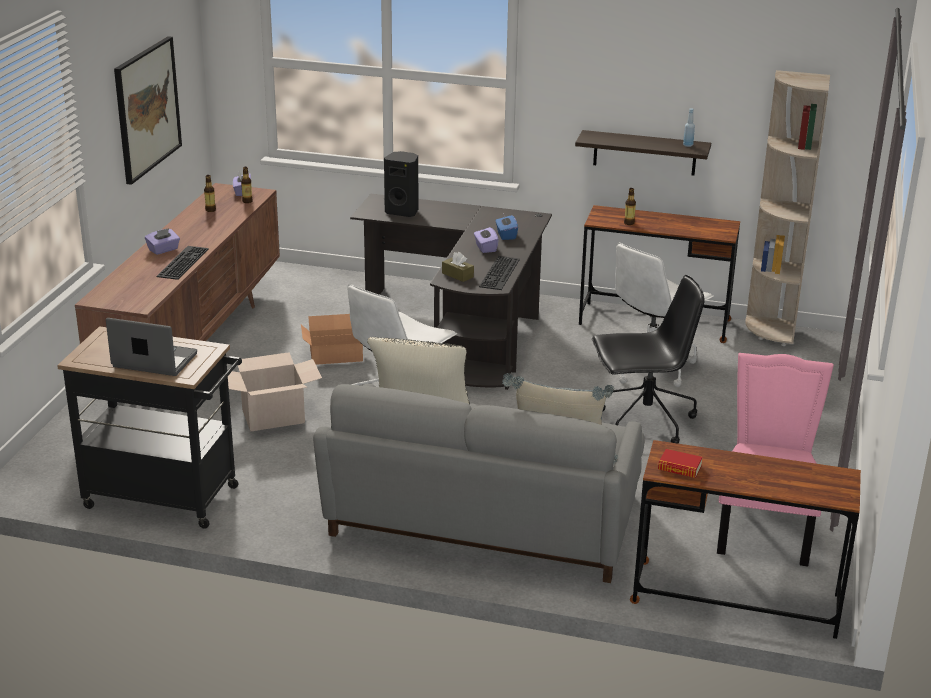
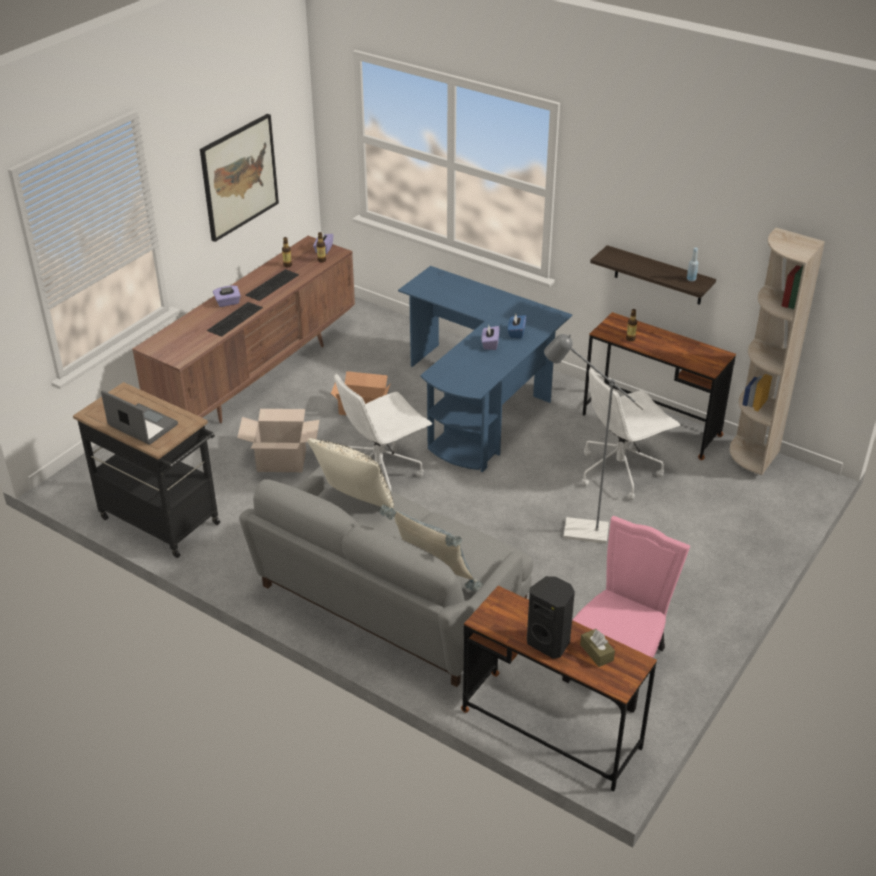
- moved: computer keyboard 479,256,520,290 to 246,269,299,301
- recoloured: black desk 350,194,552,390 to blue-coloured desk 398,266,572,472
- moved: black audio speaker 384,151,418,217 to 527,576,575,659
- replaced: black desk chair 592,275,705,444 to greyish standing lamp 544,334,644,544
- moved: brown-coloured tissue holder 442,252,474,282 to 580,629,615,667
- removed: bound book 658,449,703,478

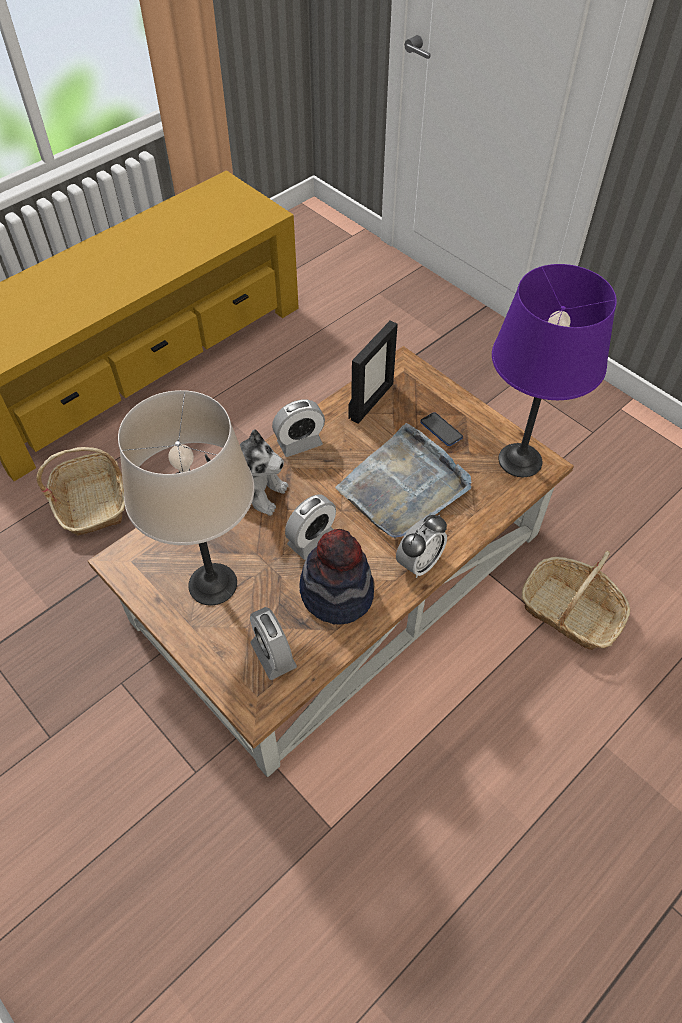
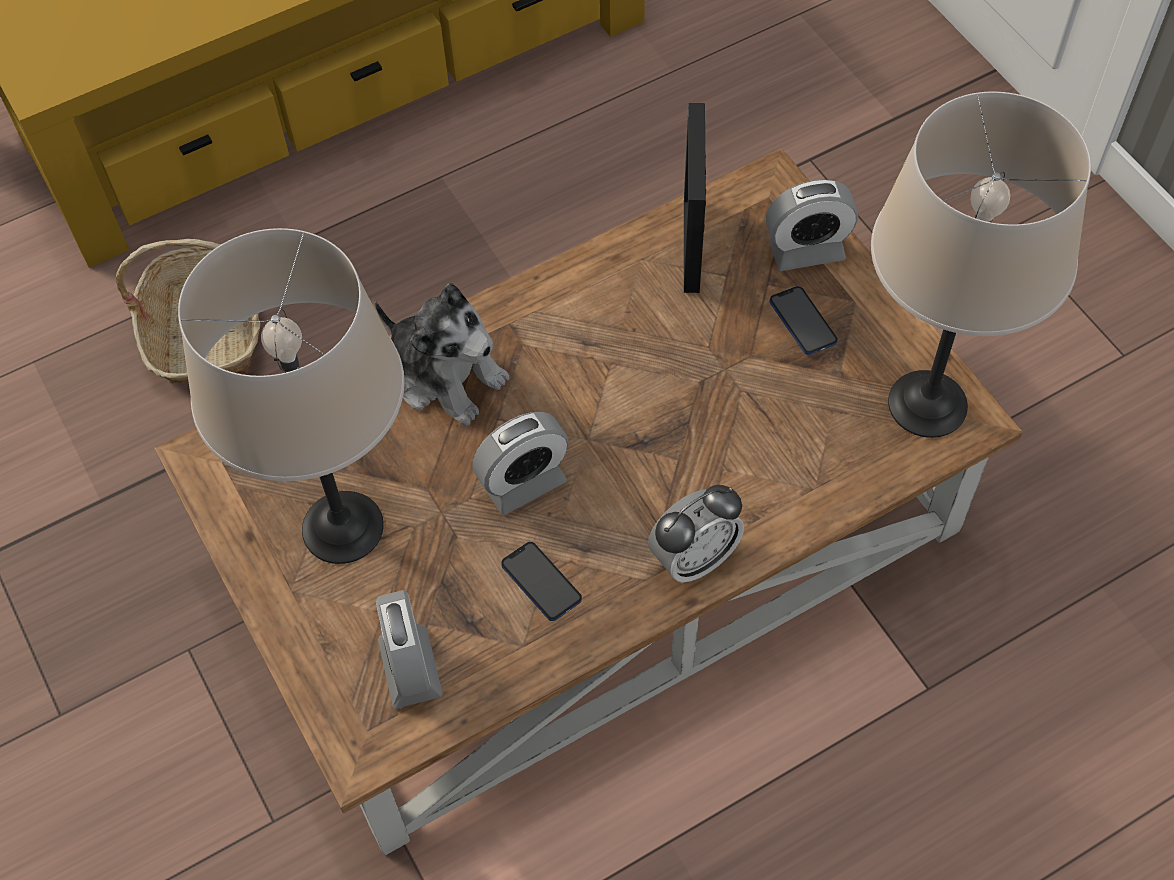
- replaced: clothing hat 299,529,375,625 to telephone 501,542,582,621
- turned: picture frame 348,321,398,424 = 684,103,706,293 135 degrees clockwise
- moved: table clock 272,400,325,457 to 766,179,858,271
- recoloured: purple-coloured table lamp 492,264,617,477 to beige table lamp 871,92,1091,438
- removed: greyish carrying tray 335,423,472,538
- removed: storage basket 521,551,630,650

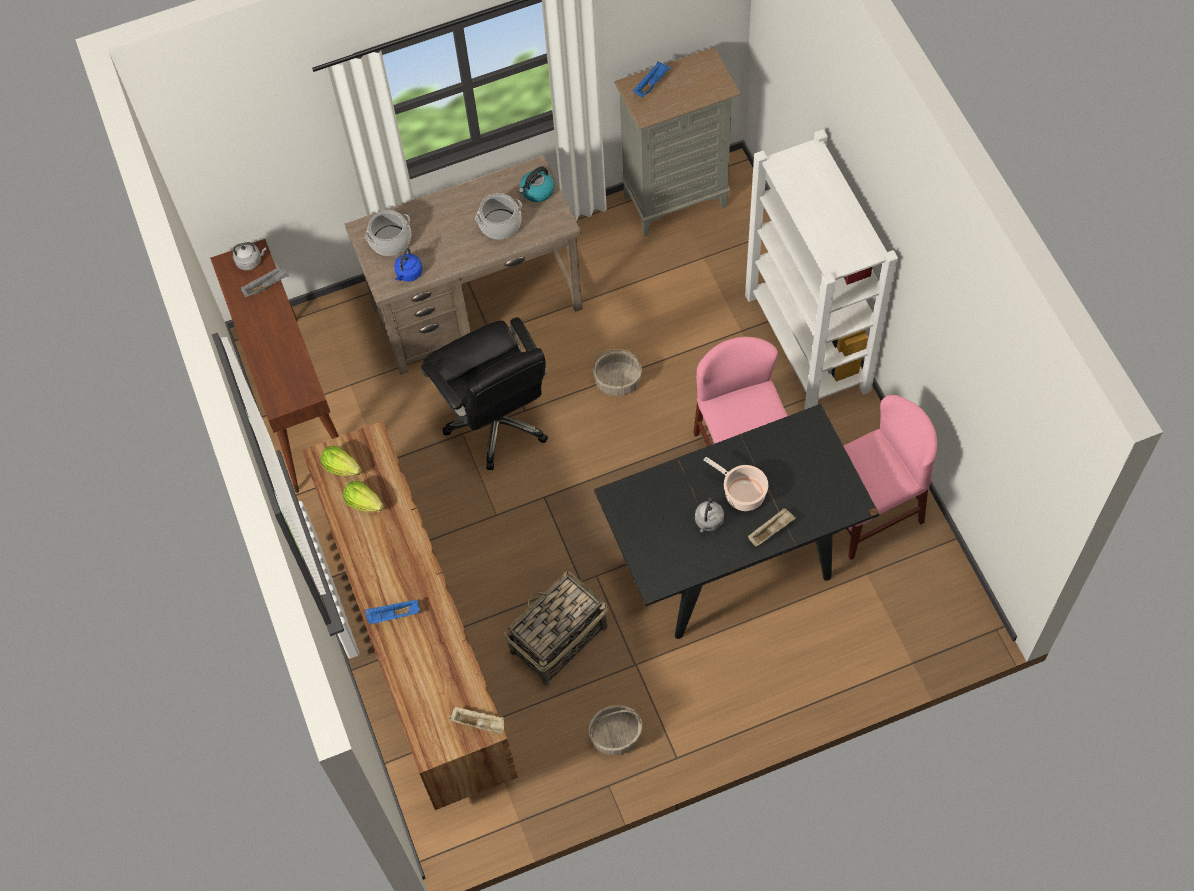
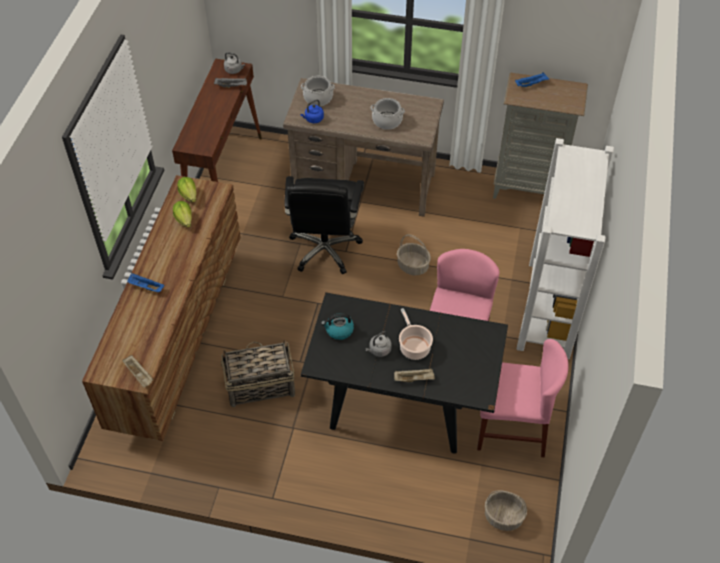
- moved: water kettle 519,166,555,202 to 321,313,354,340
- moved: storage basket 588,705,643,755 to 485,490,527,531

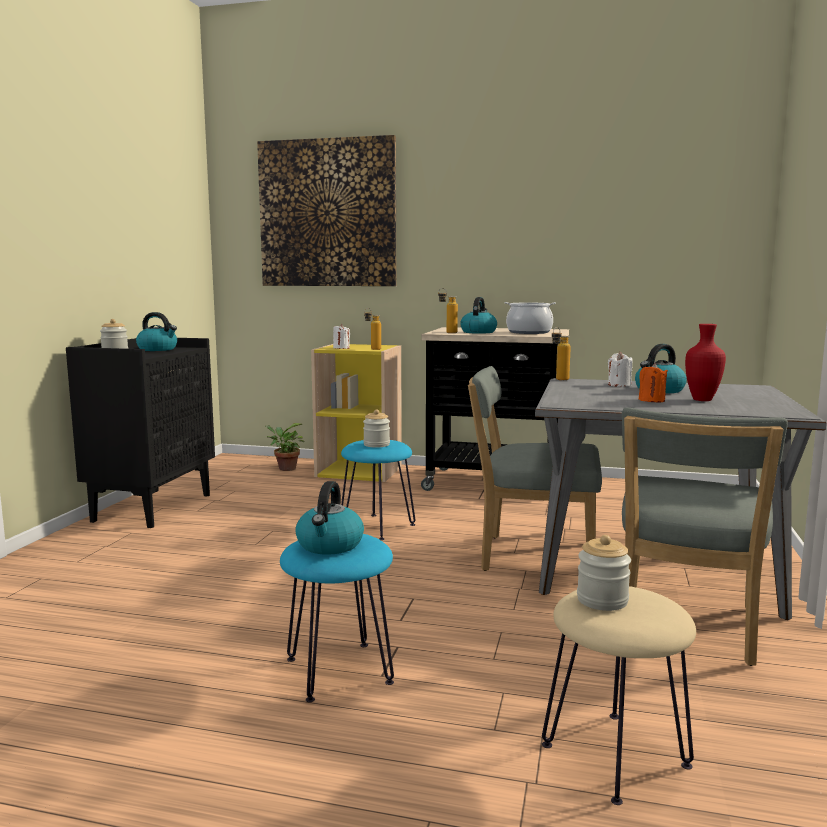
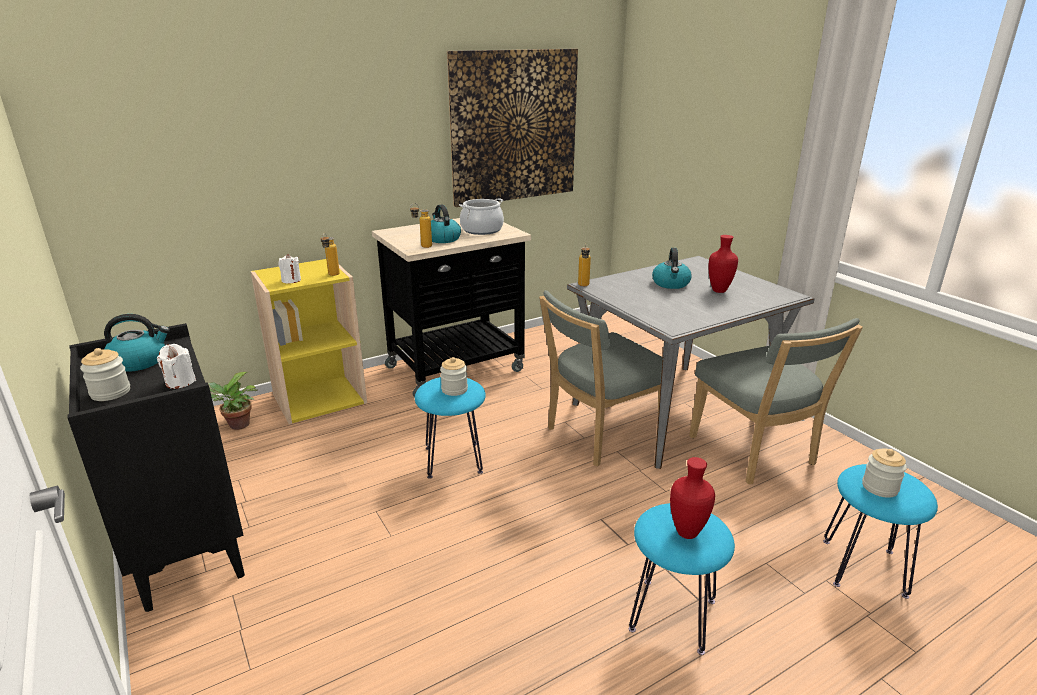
- moved: white wax light 608,352,633,387 to 157,344,196,389
- moved: wall art 257,135,396,286 to 447,49,578,207
- replaced: water kettle 295,481,364,555 to red vase 670,457,715,539
- recoloured: beige sitting stool 542,586,696,805 to blue-green sitting stool 823,464,938,599
- removed: orange-coloured wax light 639,363,668,402

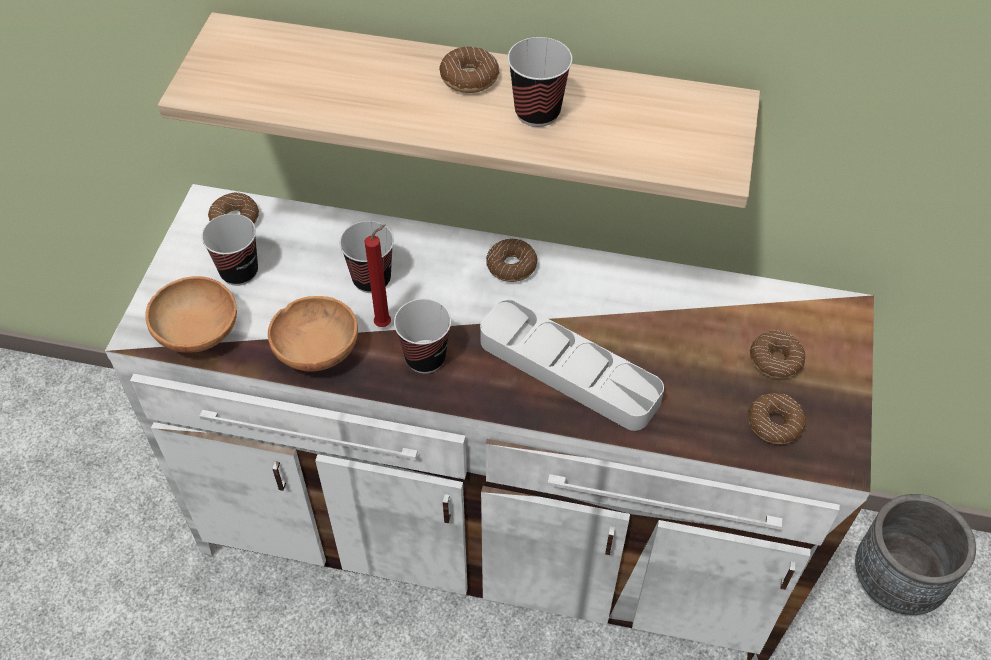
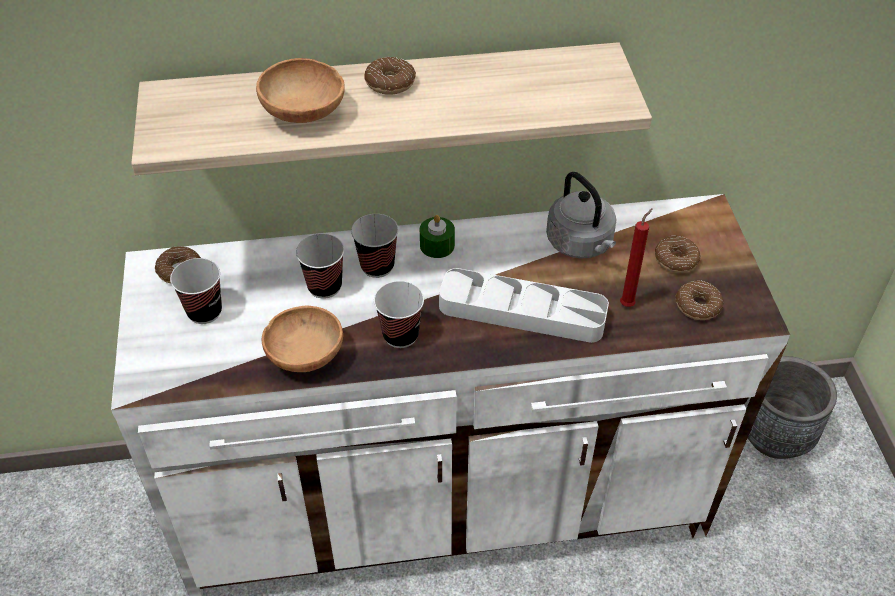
- moved: brown-coloured serving bowl 145,276,237,353 to 256,58,345,123
- moved: drinking cup 508,37,572,127 to 351,214,399,278
- replaced: donut 486,238,538,282 to green-coloured wax light 420,215,455,258
- added: greyish water kettle 546,172,616,258
- moved: red wax light 365,225,391,327 to 620,208,652,307

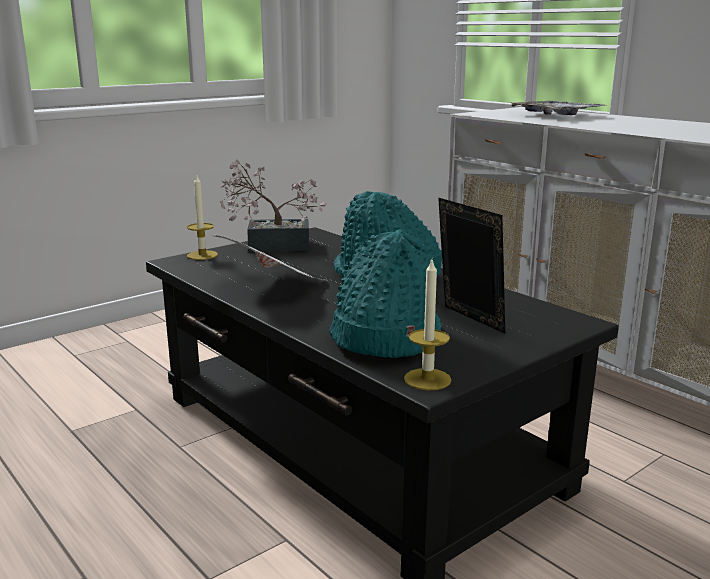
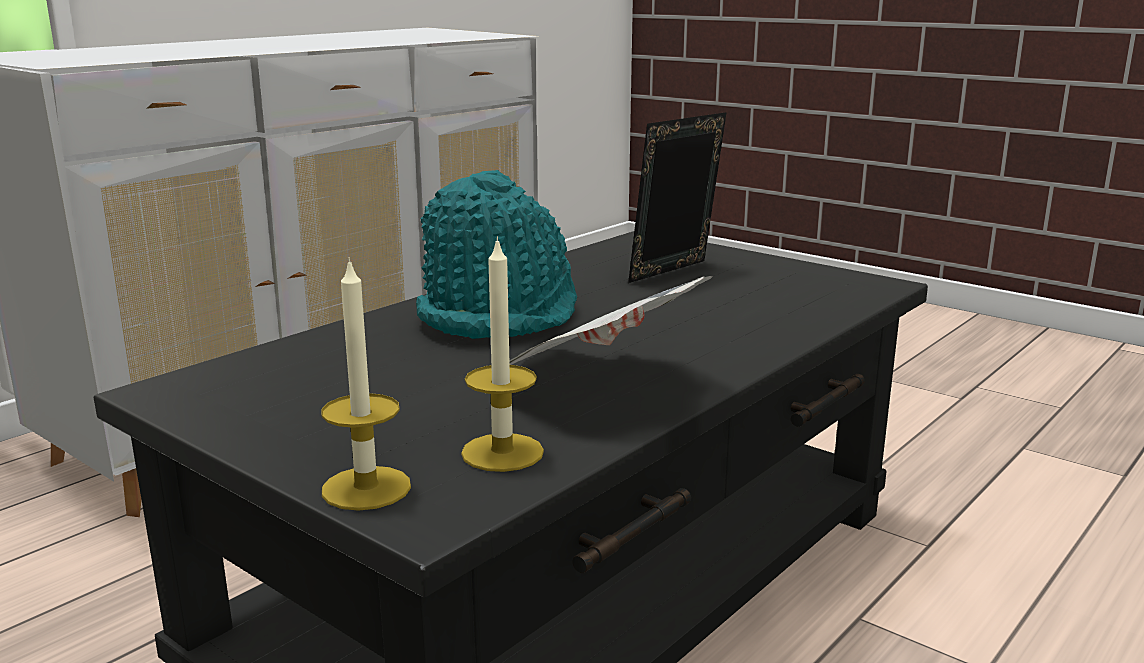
- moved: wax light 404,260,452,390 to 461,236,544,472
- removed: potted plant 220,160,327,252
- removed: blue-green clothing hat 329,229,441,358
- removed: carrying tray 509,101,606,115

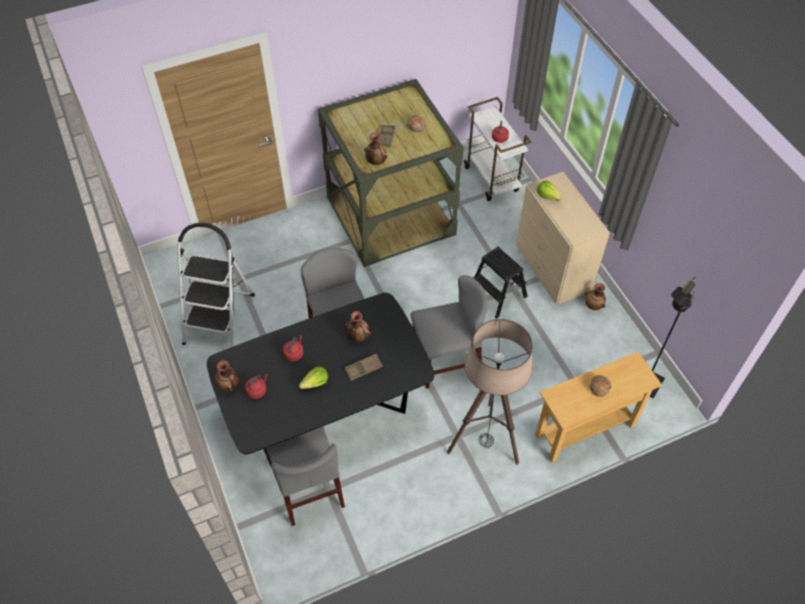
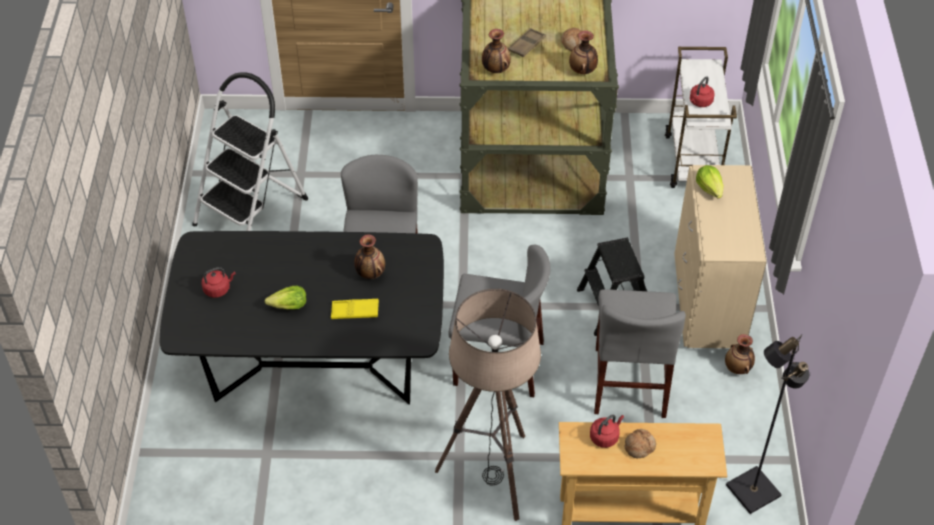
- recoloured: brown-coloured carrying tray 345,354,383,381 to yellow carrying tray 331,299,379,319
- moved: vase 215,360,240,392 to 569,30,598,74
- moved: red water kettle 283,335,304,361 to 590,415,624,448
- moved: greyish chair 266,426,345,526 to 594,289,686,418

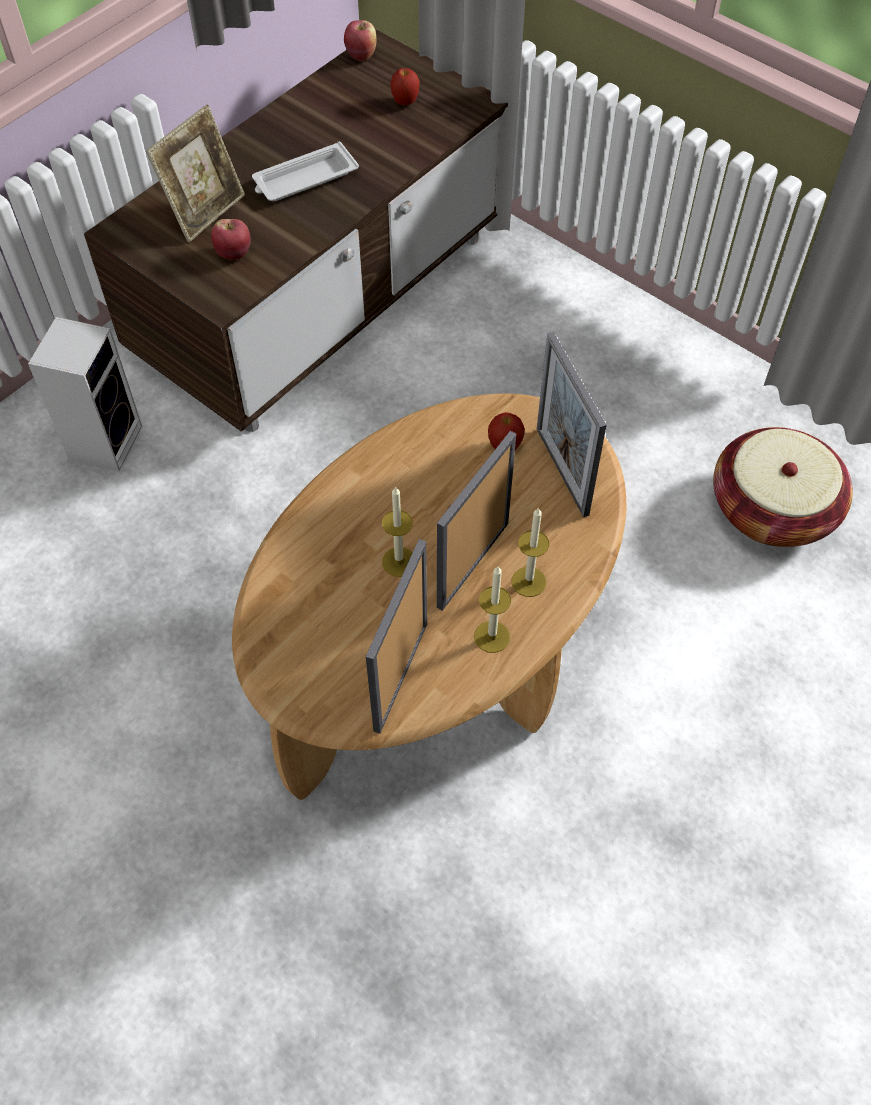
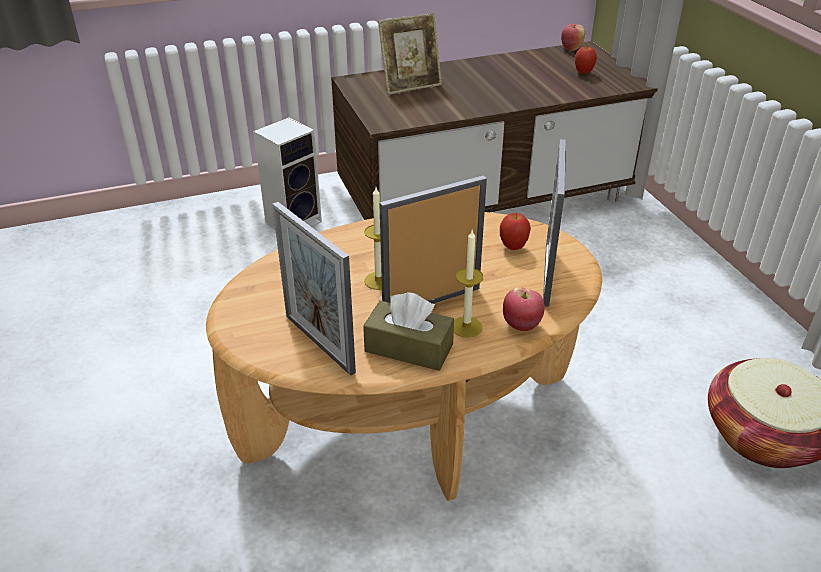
- turned: picture frame 366,539,427,734 = 272,202,356,376 90 degrees counterclockwise
- replaced: wax light 474,566,511,653 to brown-coloured tissue holder 363,292,454,371
- moved: apple 211,219,251,260 to 503,287,545,331
- removed: white carrying tray 252,141,359,201

